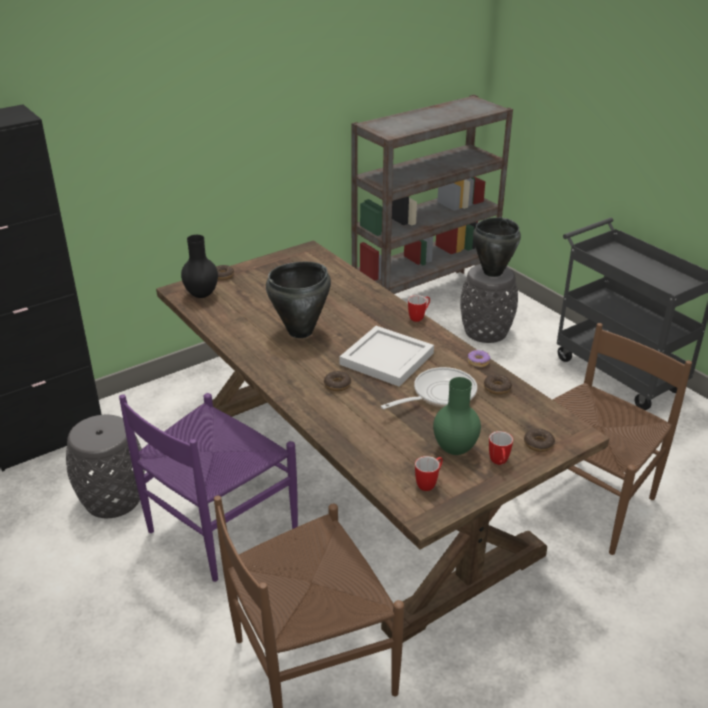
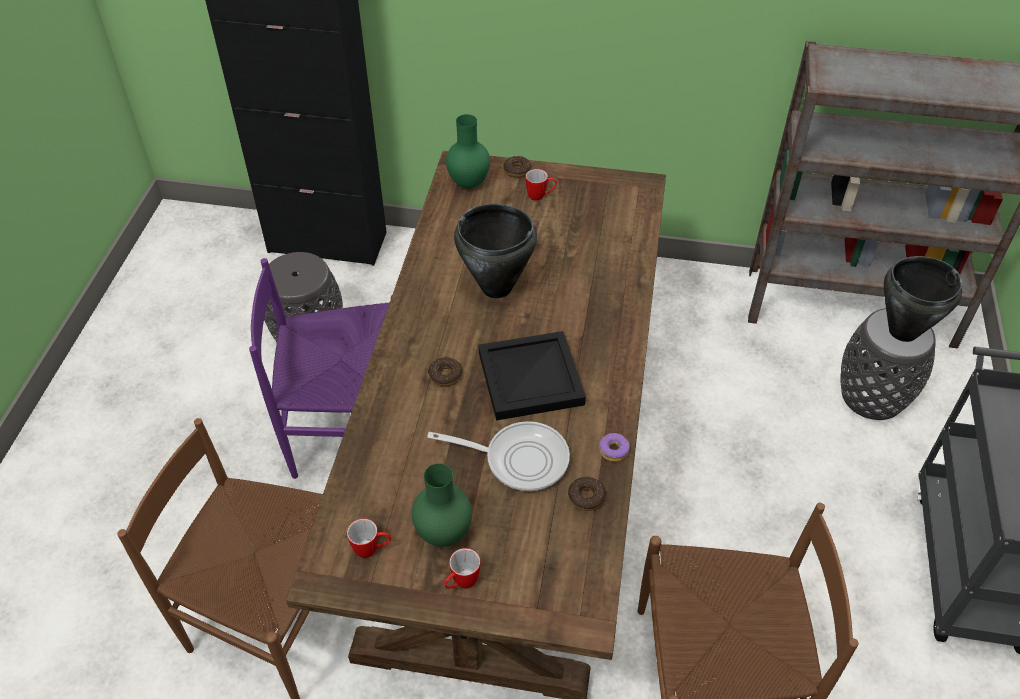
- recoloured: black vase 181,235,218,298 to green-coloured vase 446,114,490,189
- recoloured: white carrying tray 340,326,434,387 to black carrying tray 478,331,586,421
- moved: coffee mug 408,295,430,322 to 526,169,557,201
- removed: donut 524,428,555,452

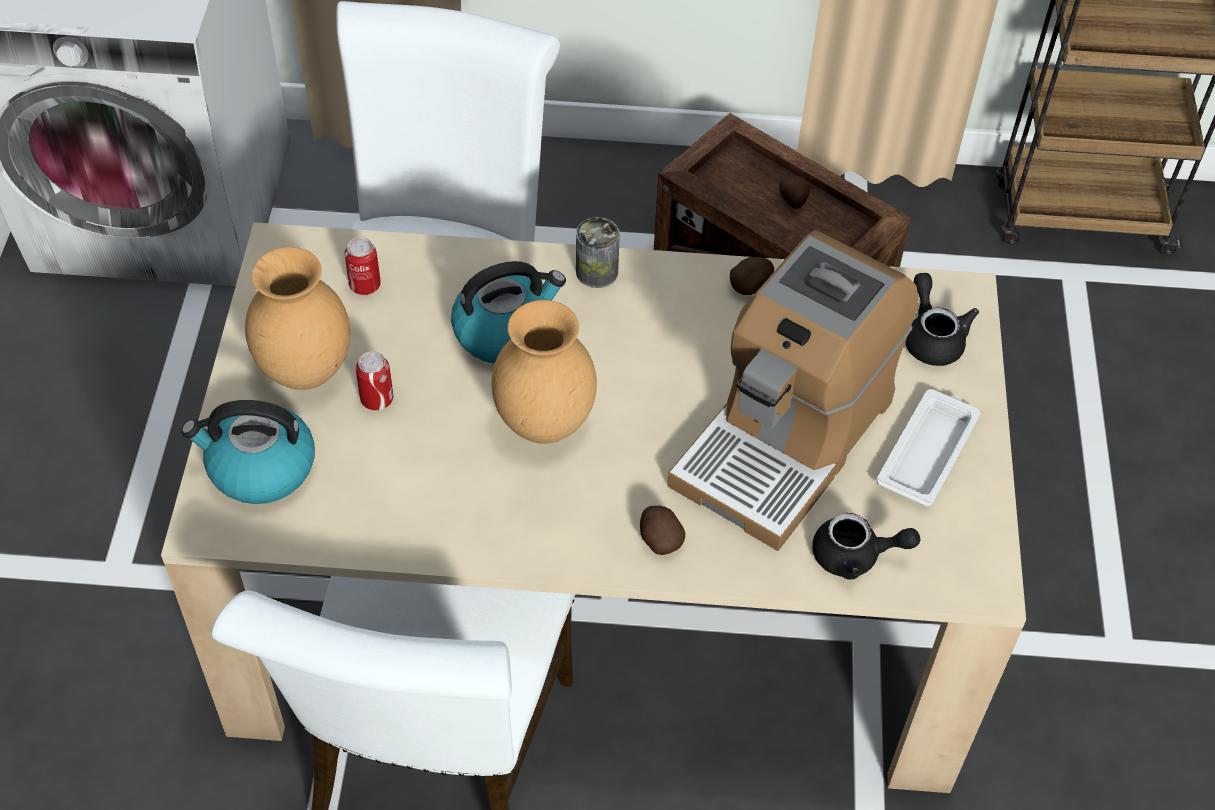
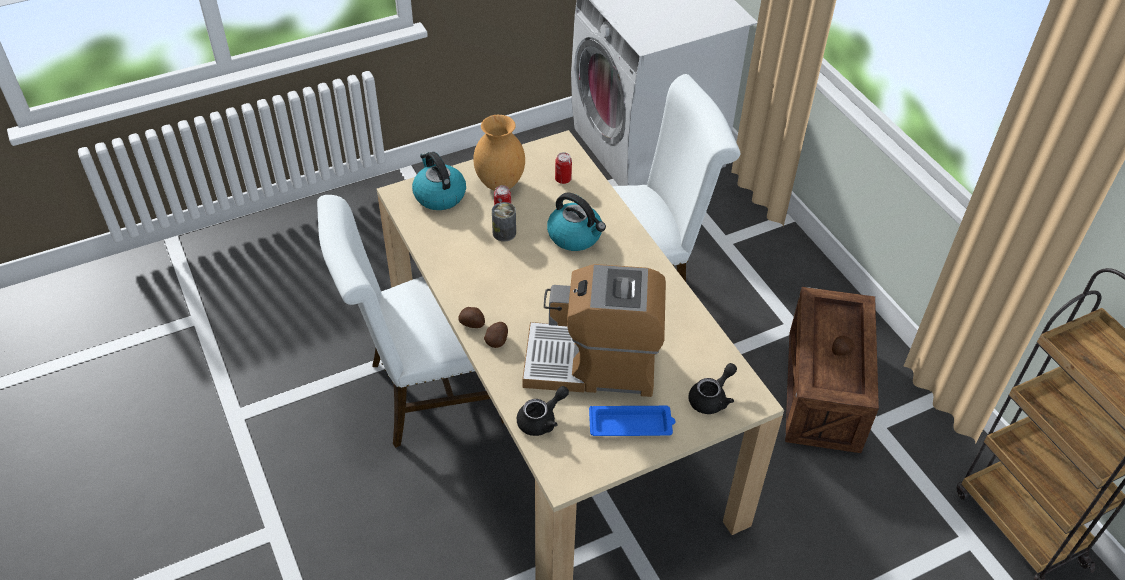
- moved: spud 730,257,774,295 to 458,307,485,328
- moved: can 576,217,620,288 to 492,202,516,242
- turned: black teapot 812,513,920,579 = 517,386,569,436 105 degrees counterclockwise
- recoloured: white carrying tray 876,389,980,507 to blue-coloured carrying tray 589,406,676,436
- removed: brown-coloured vase 492,300,597,444

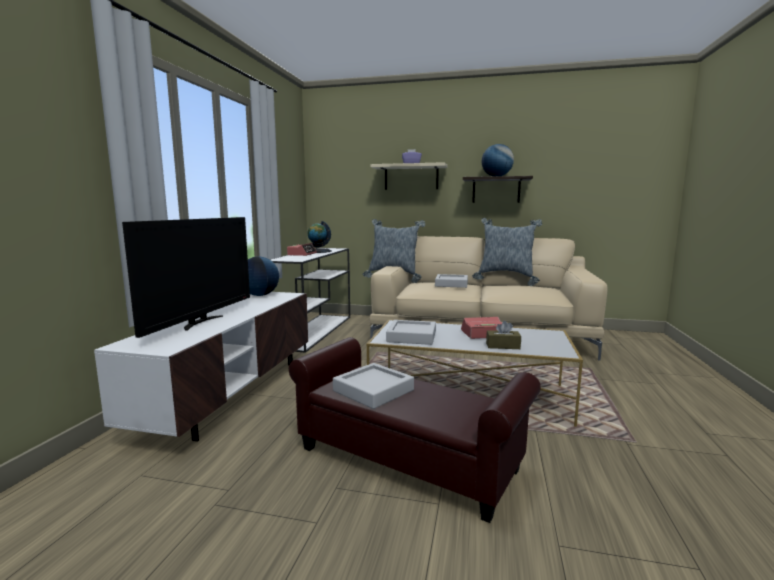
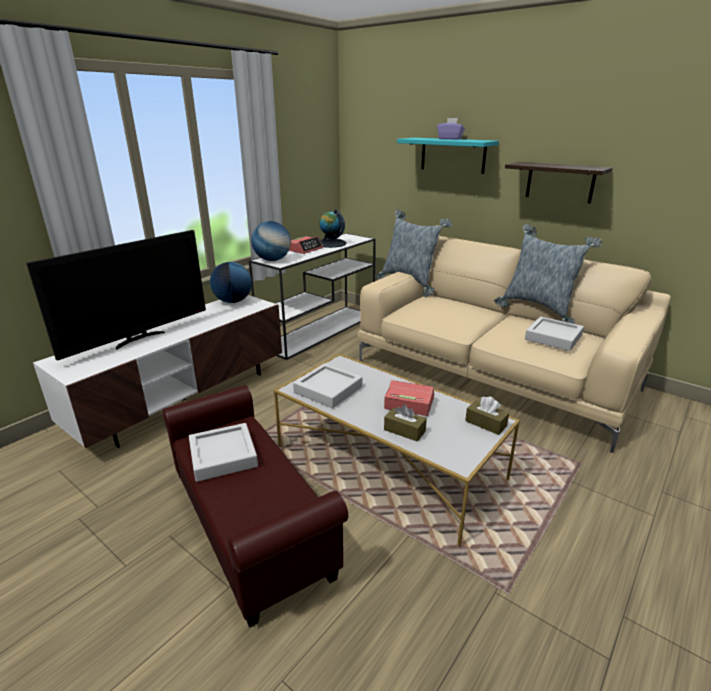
- moved: world globe 482,144,514,176 to 251,221,291,261
- recoloured: beige shelf 370,162,448,190 to blue-green shelf 397,138,499,174
- added: brown-coloured tissue holder 465,396,509,435
- moved: greyish carrying tray 435,274,468,288 to 525,316,584,351

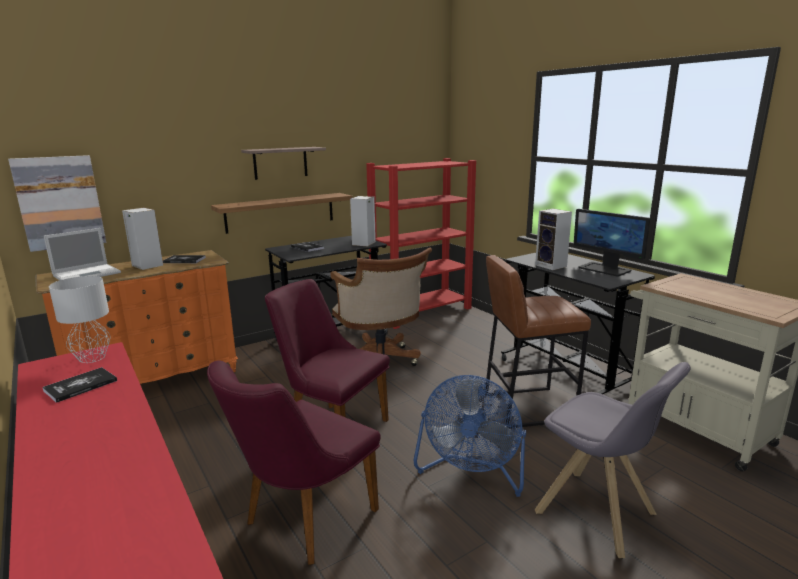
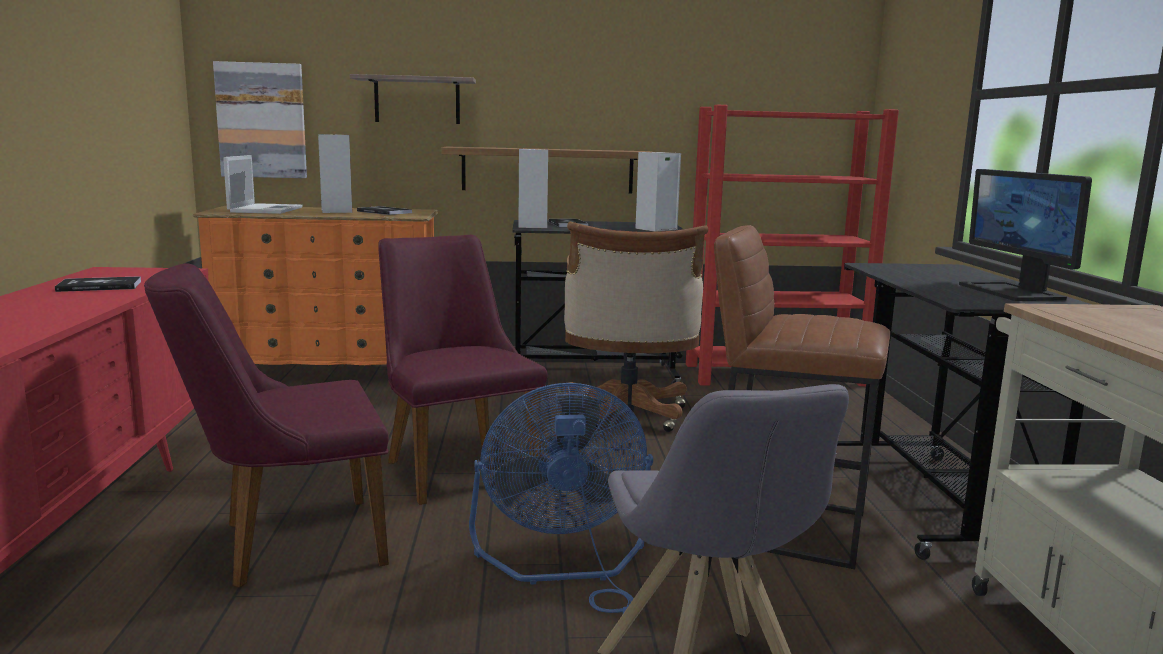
- turned: portable computer 44,228,121,281 = 223,155,303,214 75 degrees counterclockwise
- moved: shelf 241,147,326,180 to 349,74,476,124
- turned: blue-coloured fan 414,375,526,497 = 469,383,653,613 120 degrees clockwise
- moved: audio speaker 535,209,572,270 to 518,149,548,228
- removed: greyish table lamp 49,276,111,363

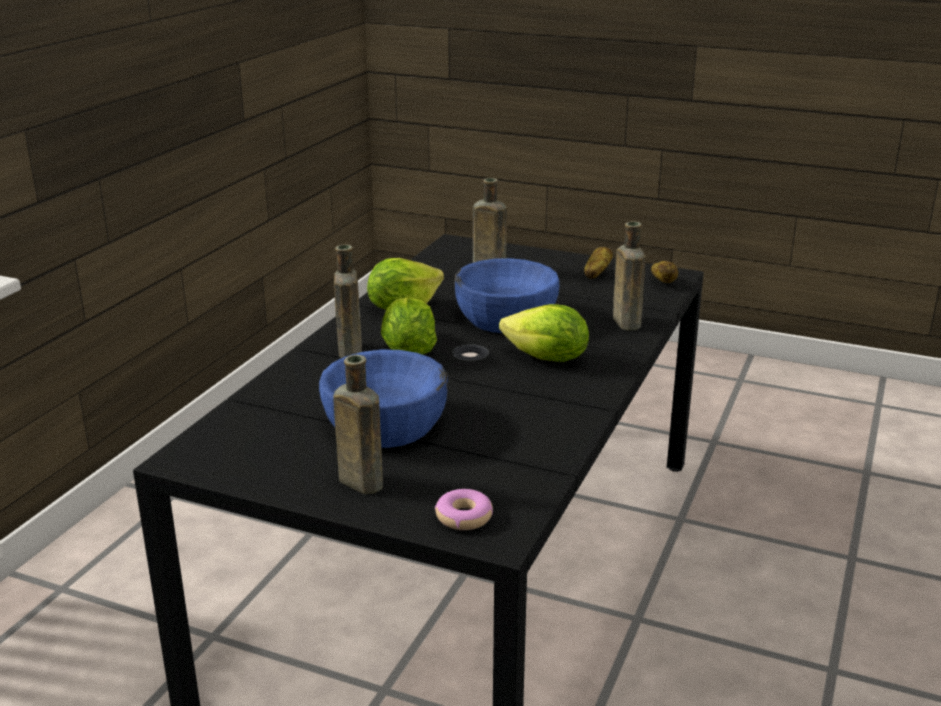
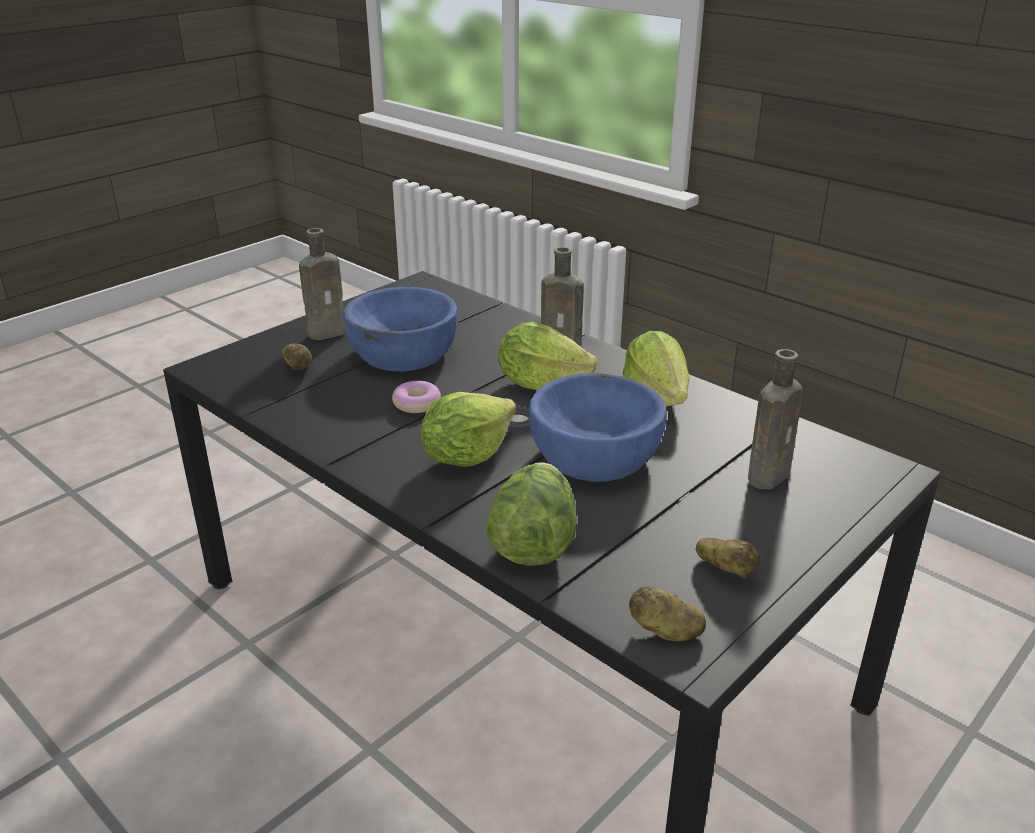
- added: spud 282,343,312,370
- moved: donut 435,489,493,530 to 392,381,441,413
- replaced: brown-coloured bottle 613,221,646,331 to lettuce head 486,462,577,566

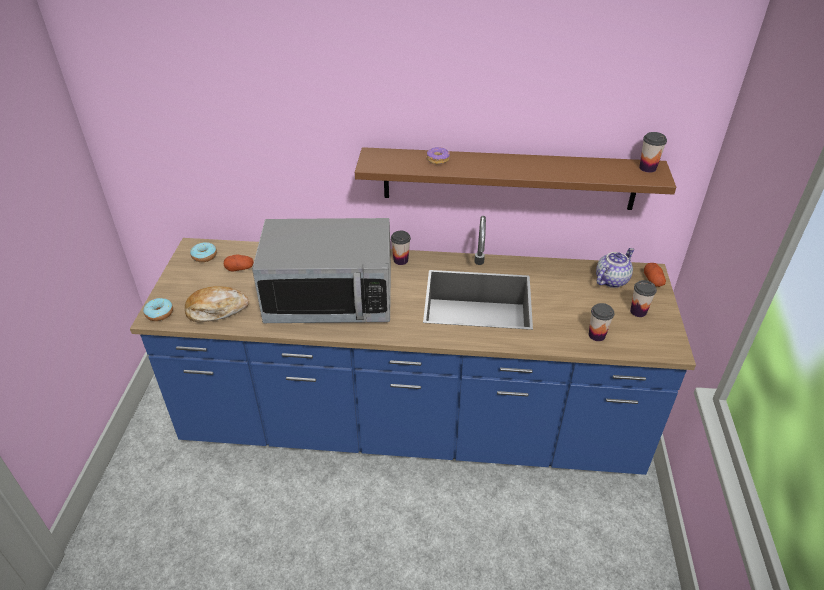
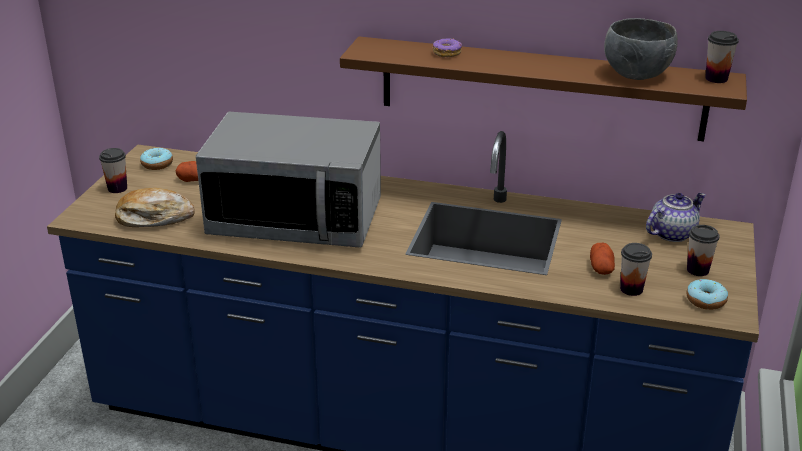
- moved: drinking cup 391,231,411,265 to 99,148,127,193
- moved: spud 644,263,666,287 to 590,243,615,275
- added: greyish serving bowl 604,18,678,80
- moved: donut 143,298,173,321 to 686,279,728,310

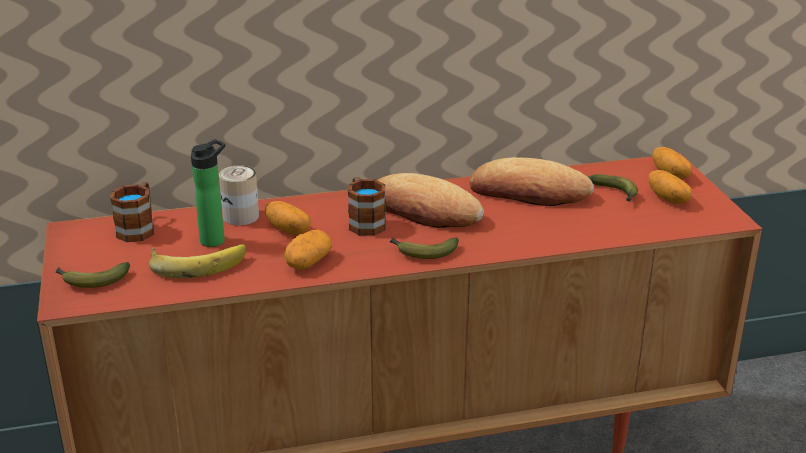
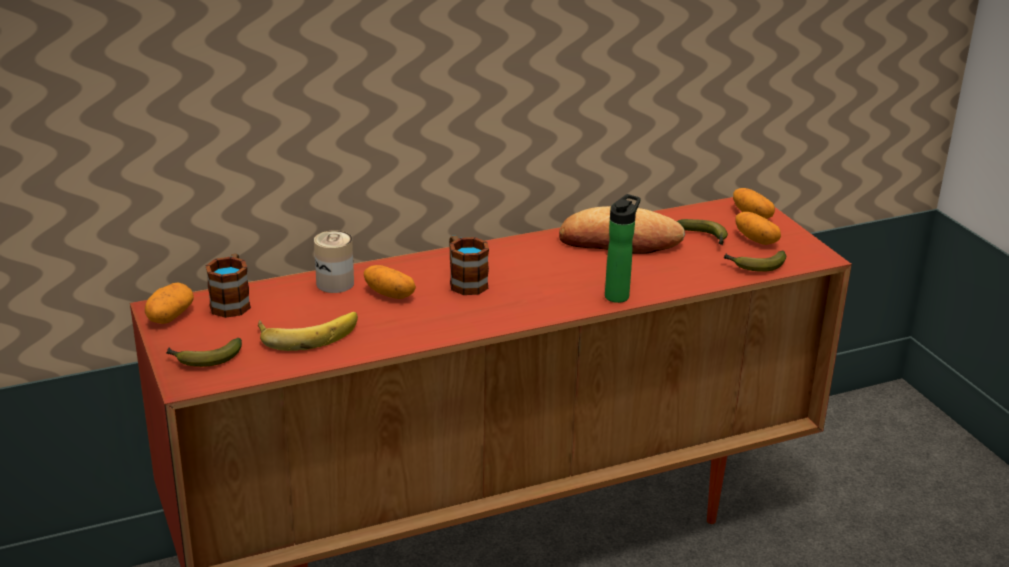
- moved: spud 284,229,332,270 to 145,283,194,324
- moved: bottle 191,139,225,247 to 605,194,641,303
- moved: whole banana 389,237,459,259 to 724,250,786,272
- removed: bakery bread 378,173,484,228

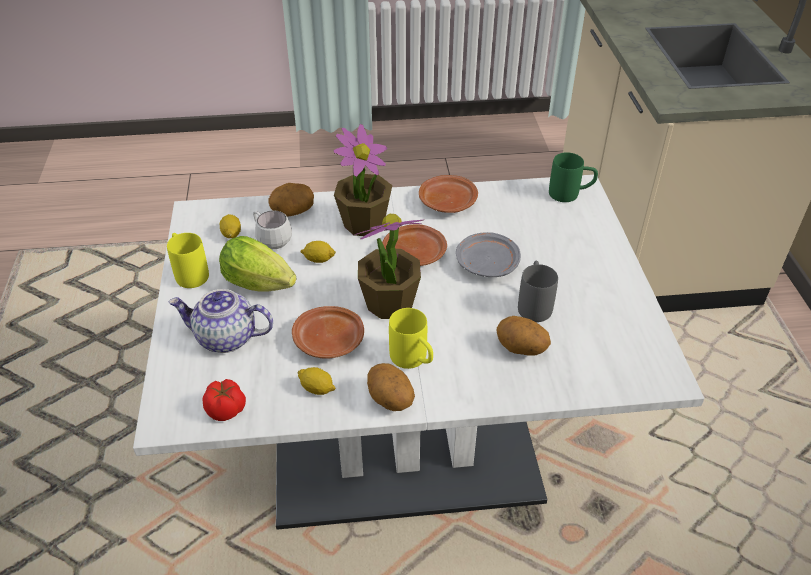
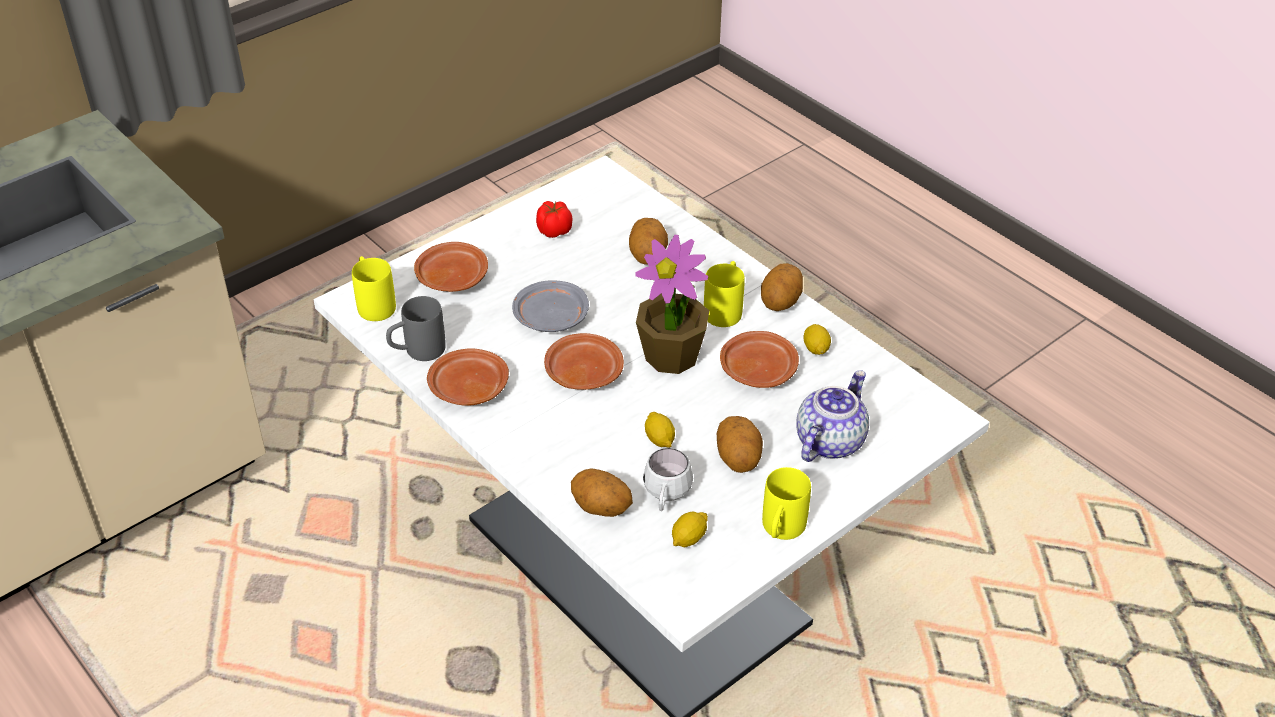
- recoloured: green-coloured coffee mug 549,152,598,202 to yellow coffee mug 352,256,396,321
- moved: greyish coffee mug 518,261,558,322 to 386,296,446,361
- added: brown-coloured flat dish 414,242,488,292
- moved: whole tomato 202,379,246,421 to 536,201,573,238
- replaced: lettuce head 219,236,296,292 to spud 717,416,763,473
- turned: teapot 169,289,273,353 = 796,370,869,462 120 degrees counterclockwise
- removed: potted plant 333,124,392,236

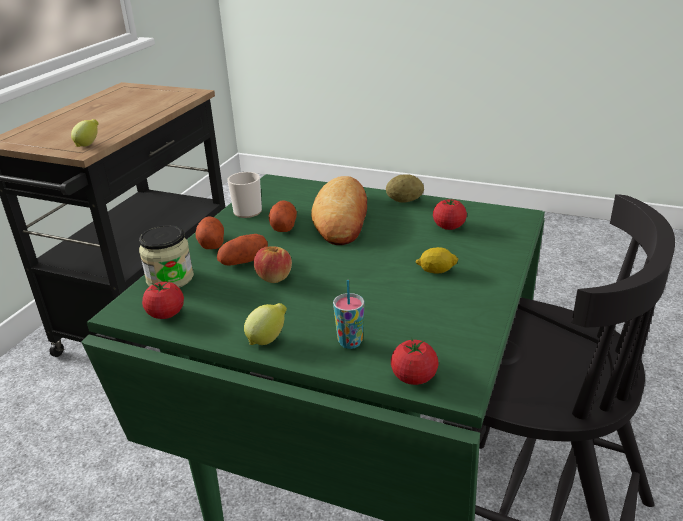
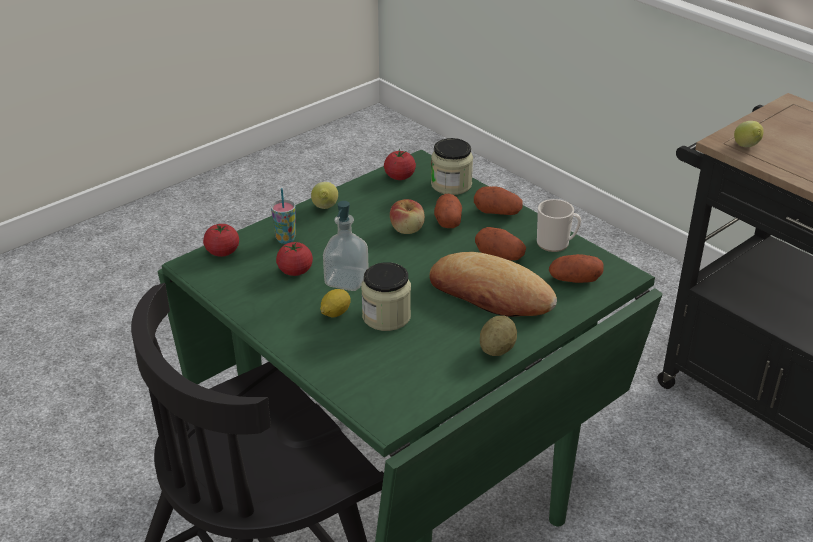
- moved: whole tomato 433,199,467,230 to 276,242,313,276
- added: liquid soap bottle 323,201,369,291
- added: storage jar 361,262,411,331
- added: spud 549,254,604,283

